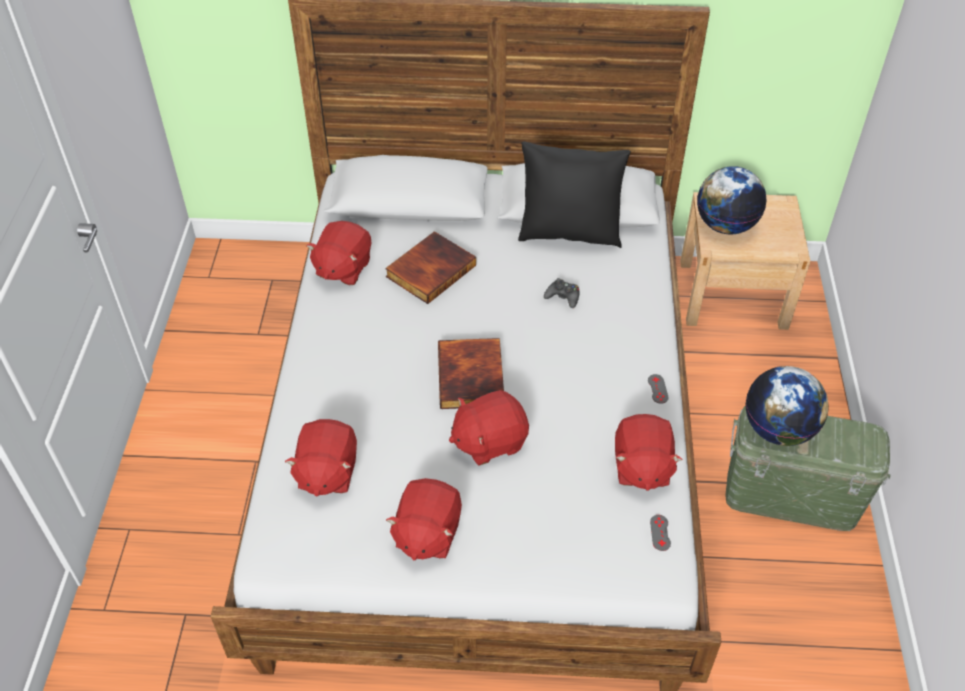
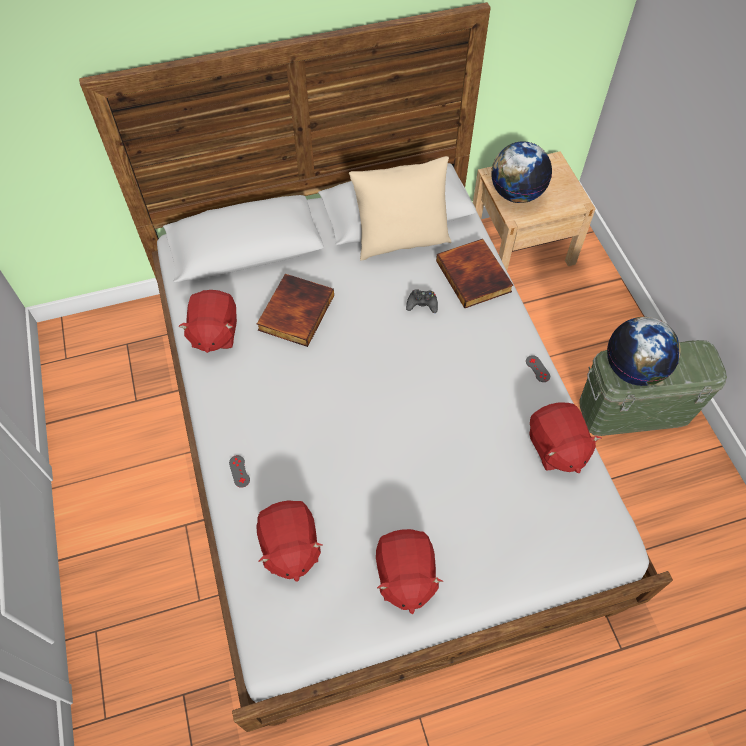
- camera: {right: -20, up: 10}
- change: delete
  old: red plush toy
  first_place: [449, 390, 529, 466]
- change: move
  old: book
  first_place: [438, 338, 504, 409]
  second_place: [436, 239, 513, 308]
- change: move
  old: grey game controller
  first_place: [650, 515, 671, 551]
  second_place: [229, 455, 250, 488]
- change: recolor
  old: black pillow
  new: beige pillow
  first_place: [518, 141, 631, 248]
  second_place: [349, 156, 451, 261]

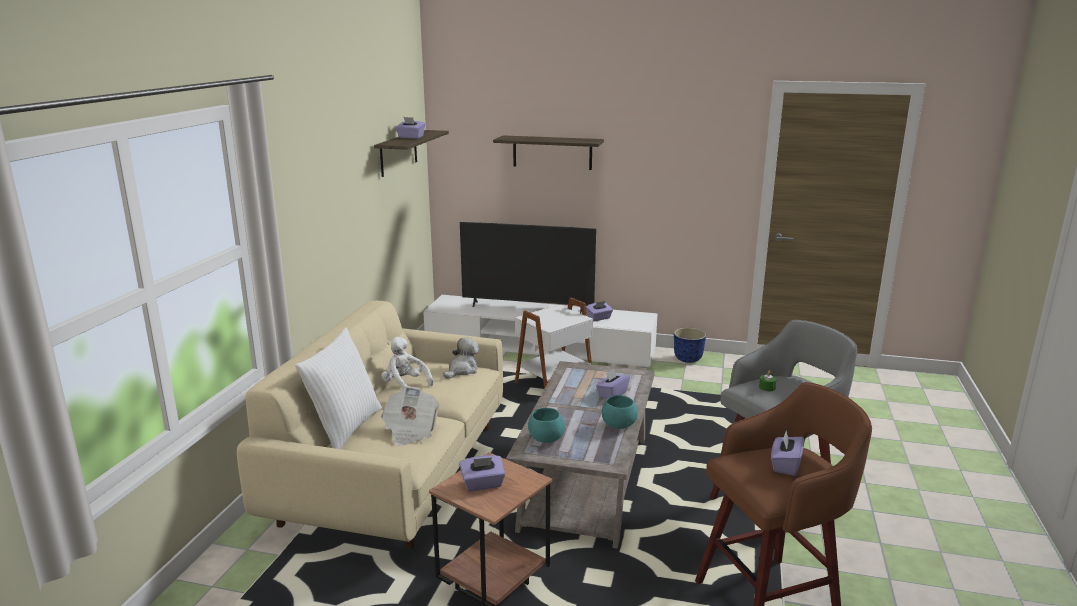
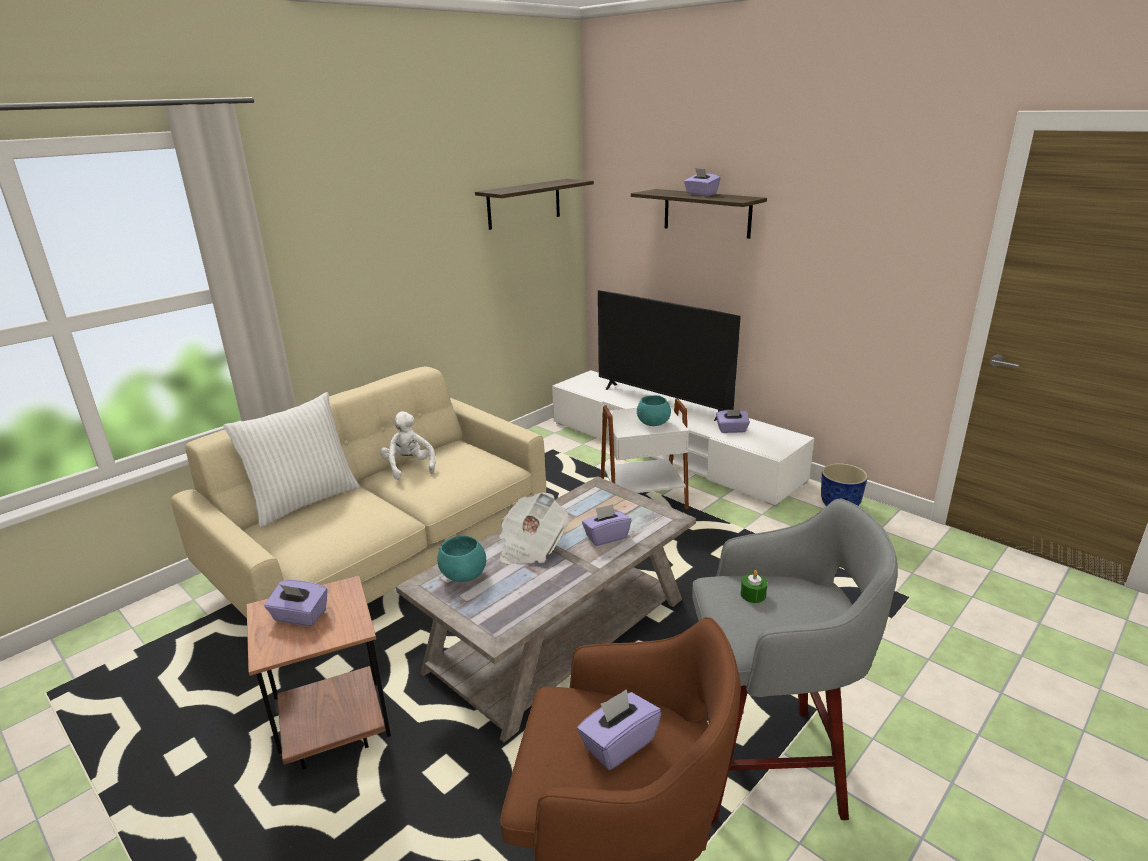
- camera: {right: 30, up: 5}
- change: delete
  old: plush toy
  first_place: [443, 337, 479, 379]
- change: move
  old: newspaper
  first_place: [381, 387, 439, 446]
  second_place: [499, 492, 569, 564]
- change: move
  old: purple tissue box
  first_place: [395, 117, 425, 139]
  second_place: [684, 168, 721, 196]
- change: move
  old: turquoise bowl
  first_place: [602, 395, 638, 429]
  second_place: [637, 395, 671, 426]

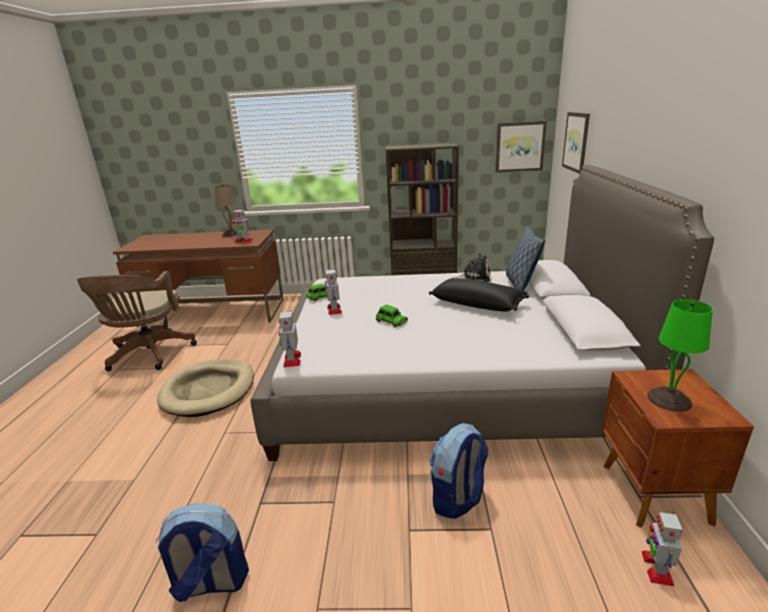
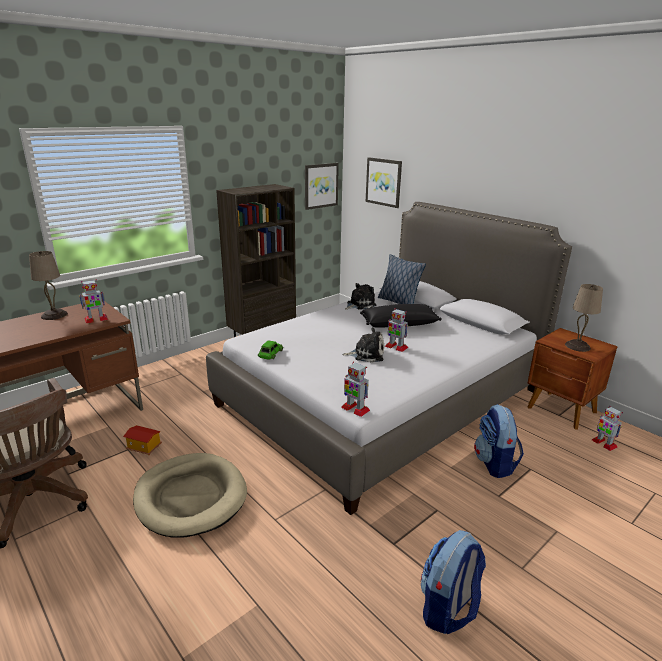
- camera: {right: -45, up: 0}
- change: insert
  new: toy house
  second_place: [123, 425, 162, 455]
- change: move
  old: toy robot
  first_place: [324, 268, 342, 315]
  second_place: [385, 308, 408, 352]
- change: replace
  old: green toy car
  new: plush toy
  first_place: [376, 305, 408, 327]
  second_place: [342, 327, 384, 363]
- change: recolor
  old: green table lamp
  new: beige table lamp
  first_place: [647, 299, 713, 412]
  second_place: [565, 284, 603, 352]

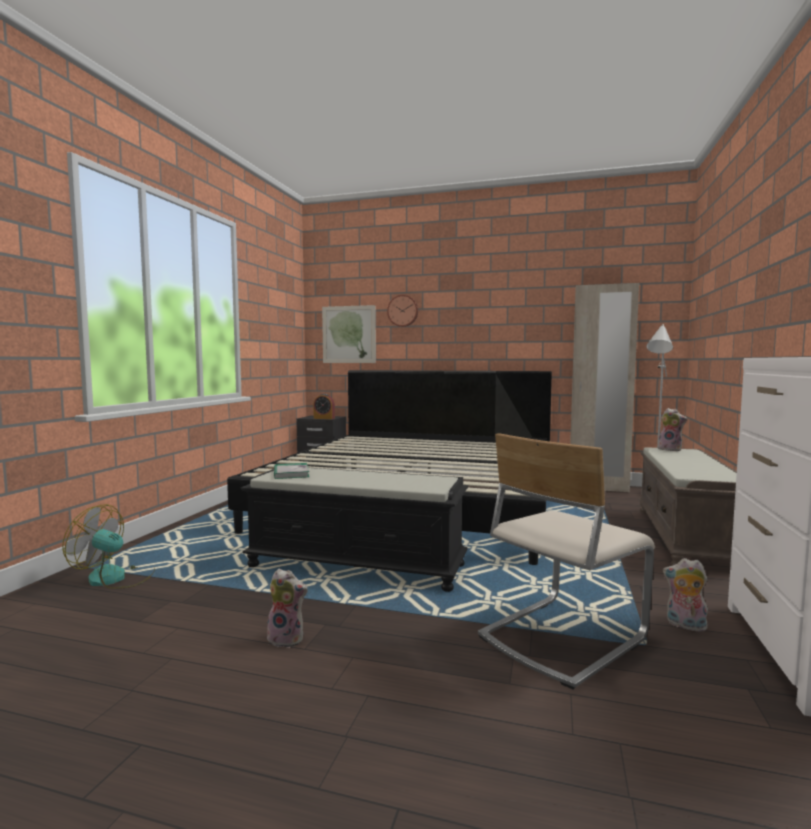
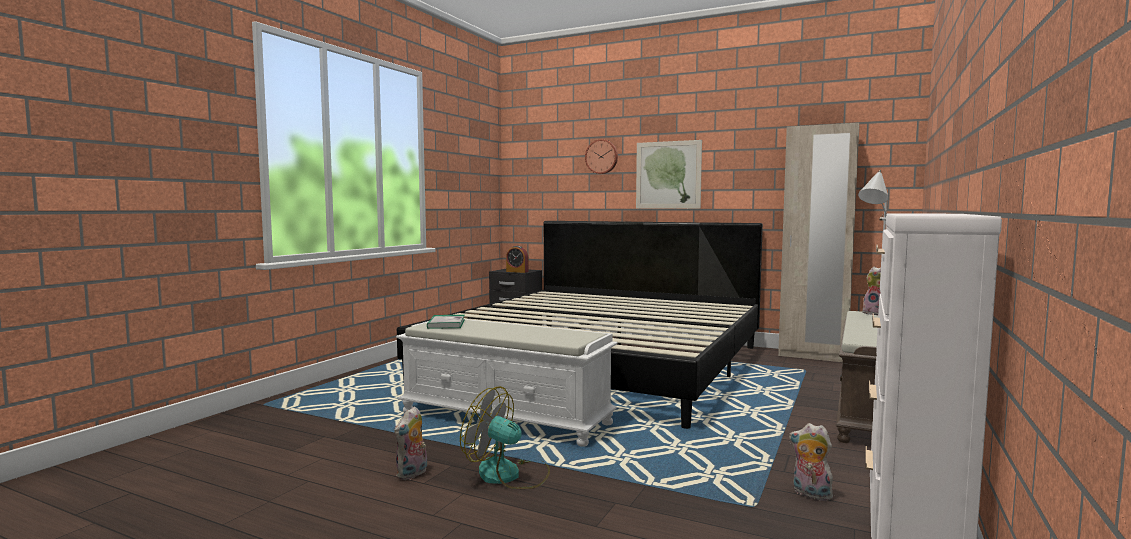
- camera: {right: 10, up: 0}
- change: delete
  old: beige chair
  first_place: [478, 433, 655, 690]
- change: move
  old: fan
  first_place: [62, 504, 155, 589]
  second_place: [460, 386, 550, 489]
- change: move
  old: picture
  first_place: [322, 305, 376, 363]
  second_place: [636, 140, 702, 209]
- change: recolor
  old: black bench
  new: white bench
  first_place: [240, 468, 468, 592]
  second_place: [396, 319, 618, 447]
- change: rotate
  old: plush toy
  first_place: [265, 569, 307, 648]
  second_place: [394, 406, 427, 480]
  degrees: 90

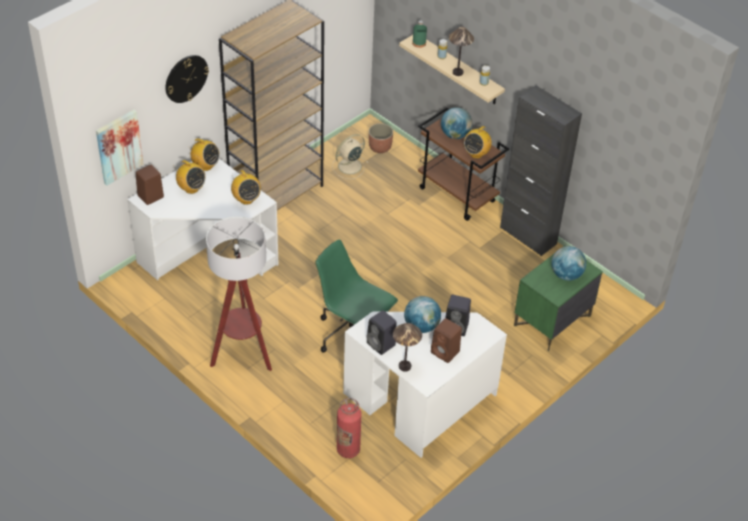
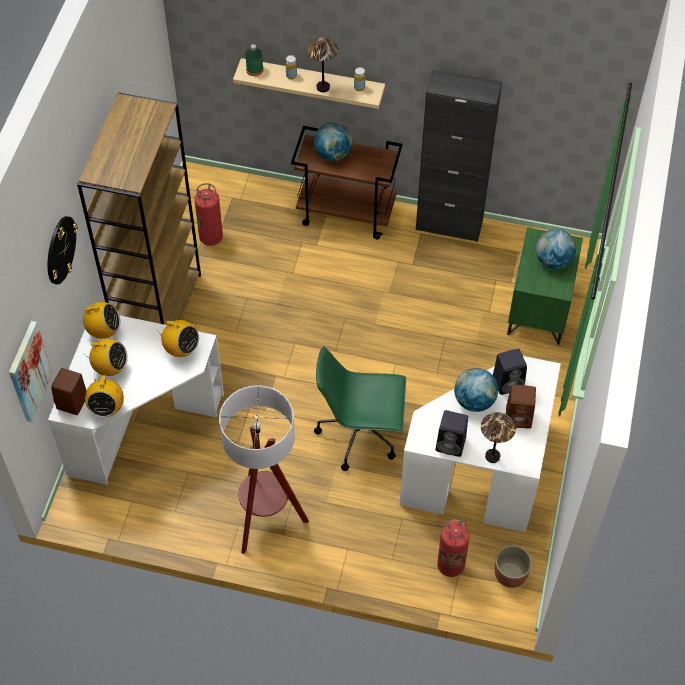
- camera: {right: -30, up: 10}
- change: move
  old: planter
  first_place: [369, 123, 393, 153]
  second_place: [495, 545, 532, 588]
- change: move
  old: radio
  first_place: [464, 124, 492, 159]
  second_place: [85, 372, 124, 417]
- change: replace
  old: beige fan
  new: fire extinguisher
  first_place: [332, 134, 369, 179]
  second_place: [194, 183, 223, 246]

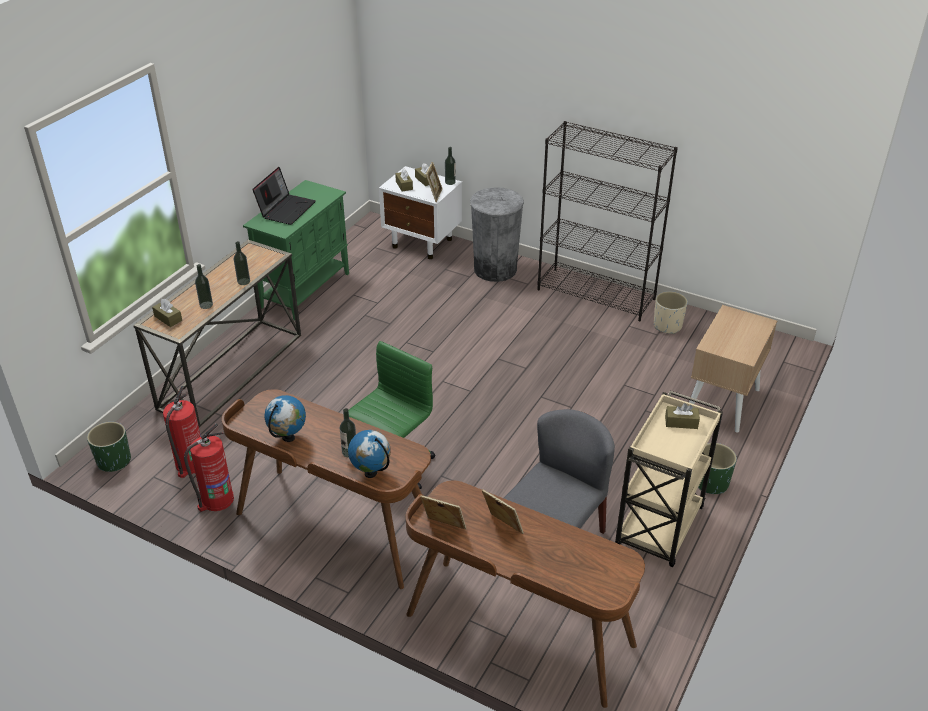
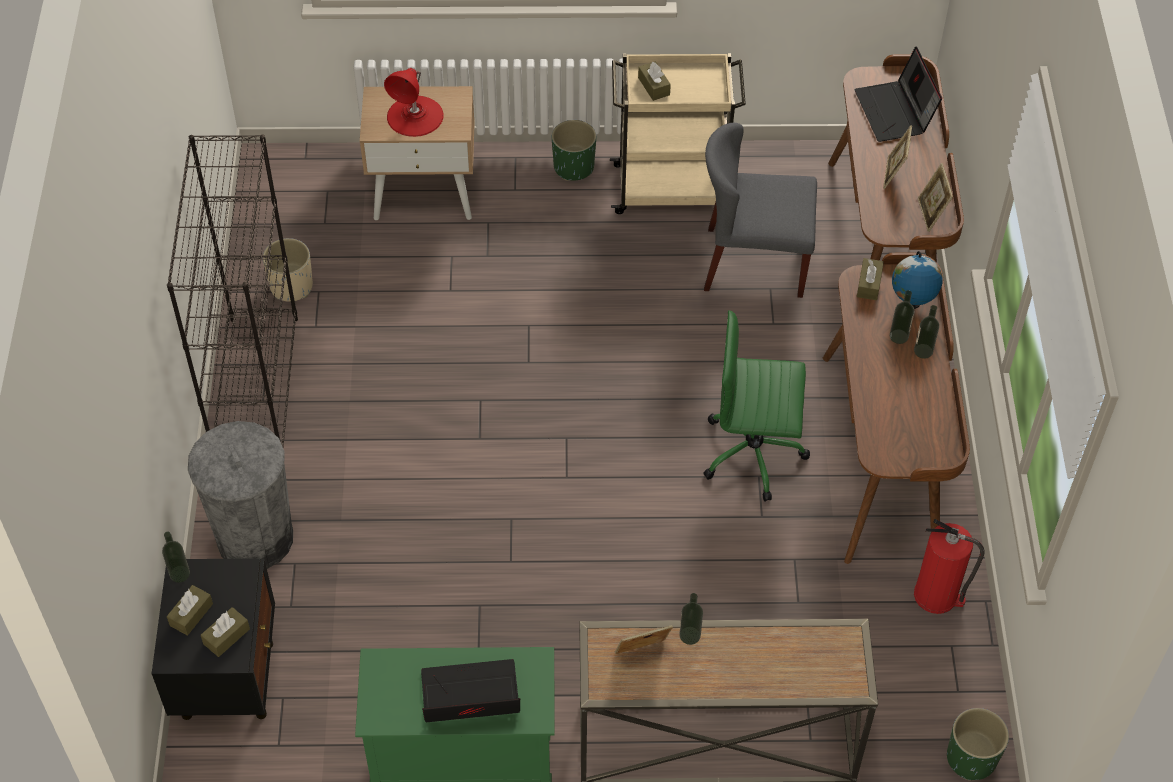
- camera: {right: -120, up: 15}
- change: delete
  old: fire extinguisher
  first_place: [163, 386, 201, 478]
- change: delete
  old: globe
  first_place: [264, 395, 306, 442]
- change: insert
  new: red table lamp
  second_place: [384, 68, 444, 137]
- change: insert
  new: laptop
  second_place: [854, 46, 942, 142]
- change: move
  old: brown tissue box
  first_place: [152, 299, 182, 327]
  second_place: [857, 258, 884, 300]
- change: move
  old: bottle
  first_place: [195, 264, 213, 309]
  second_place: [914, 305, 939, 359]
- change: move
  old: picture frame
  first_place: [426, 162, 443, 202]
  second_place: [615, 625, 673, 654]
- change: recolor
  old: white nightstand
  new: black nightstand
  first_place: [379, 166, 462, 259]
  second_place: [152, 558, 275, 720]

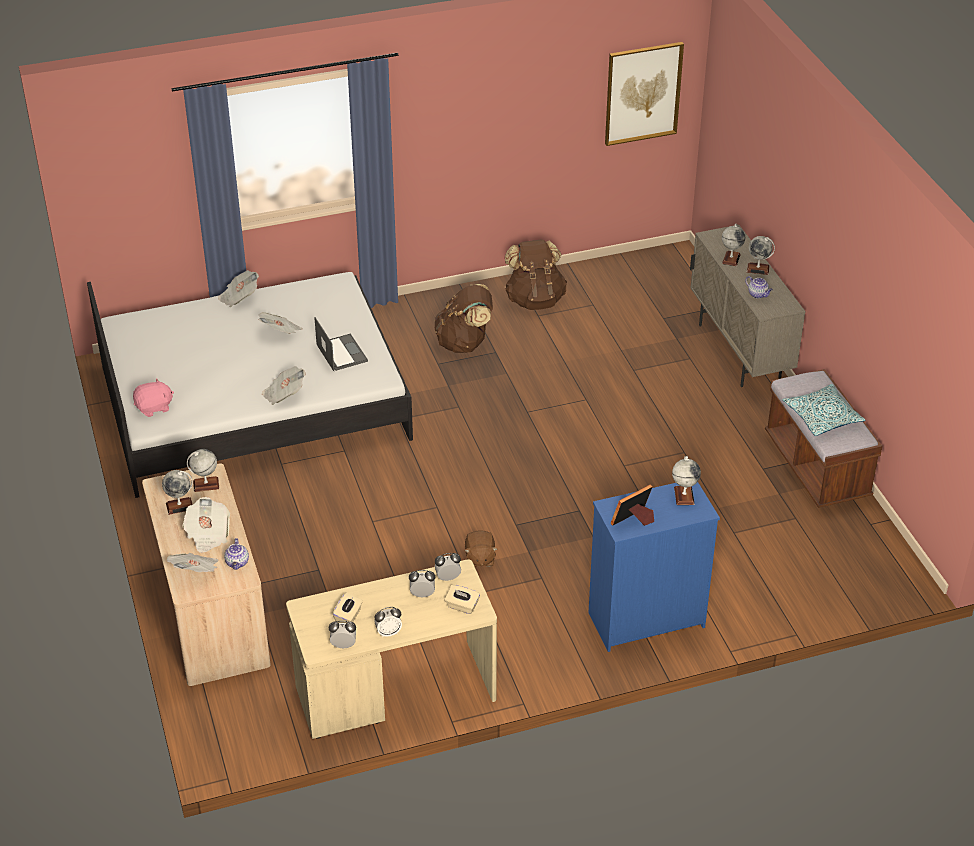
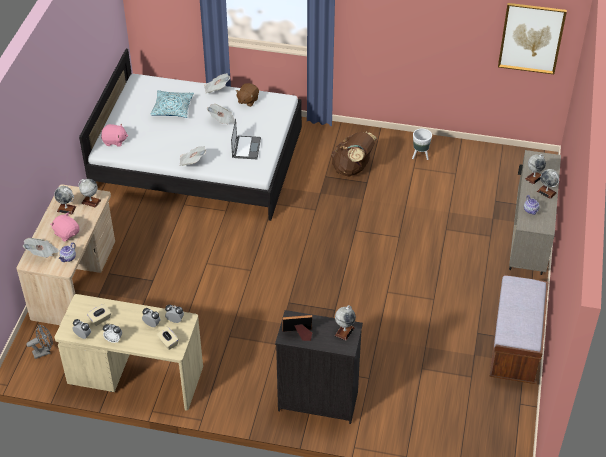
- camera: {right: 30, up: 5}
- change: insert
  new: grey fan
  second_place: [26, 324, 53, 359]
- change: move
  old: brown plush toy
  first_place: [465, 530, 497, 567]
  second_place: [236, 83, 259, 107]
- change: move
  old: pillow
  first_place: [782, 384, 866, 436]
  second_place: [150, 90, 194, 118]
- change: replace
  old: newspaper
  new: pink plush toy
  first_place: [182, 497, 230, 553]
  second_place: [50, 212, 79, 242]
- change: replace
  old: brown backpack
  new: white planter
  first_place: [505, 240, 567, 310]
  second_place: [412, 129, 432, 160]
- change: recolor
  old: blue dresser
  new: black dresser
  first_place: [588, 482, 720, 652]
  second_place: [275, 310, 363, 424]

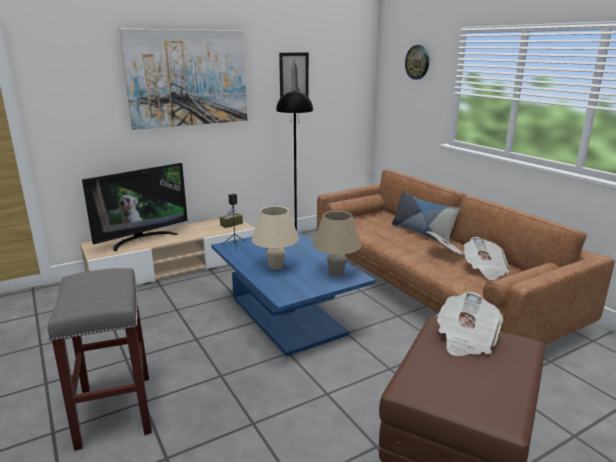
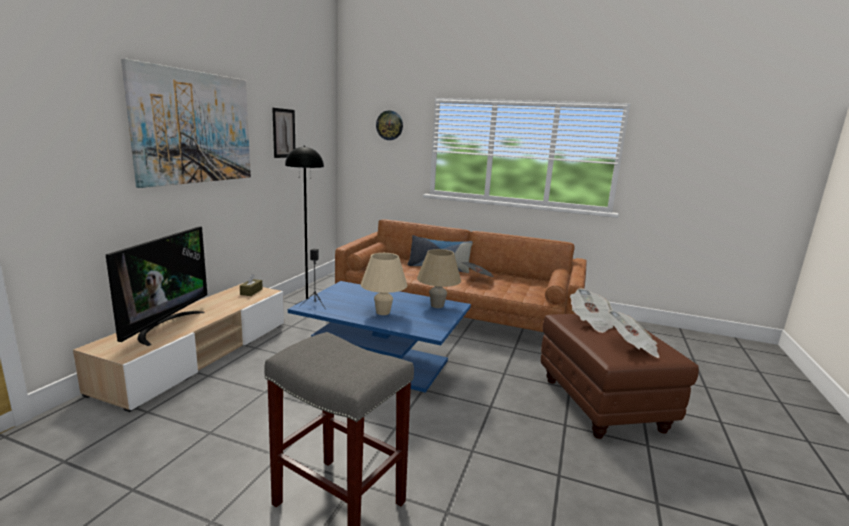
- camera: {right: -40, up: -5}
- change: move
  old: newspaper
  first_place: [464, 237, 510, 280]
  second_place: [608, 310, 659, 358]

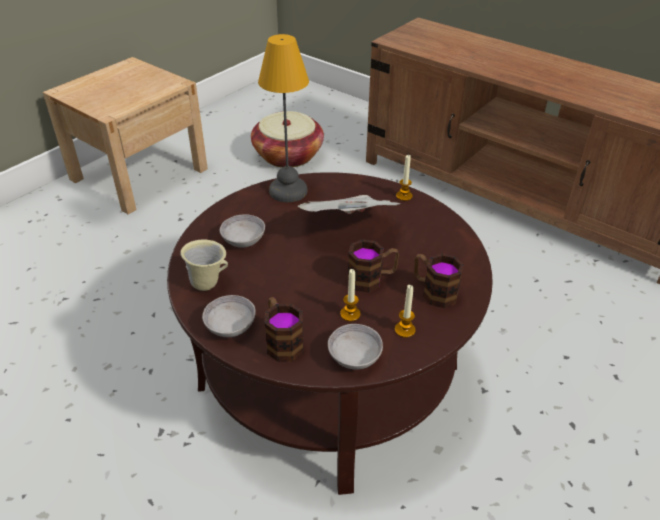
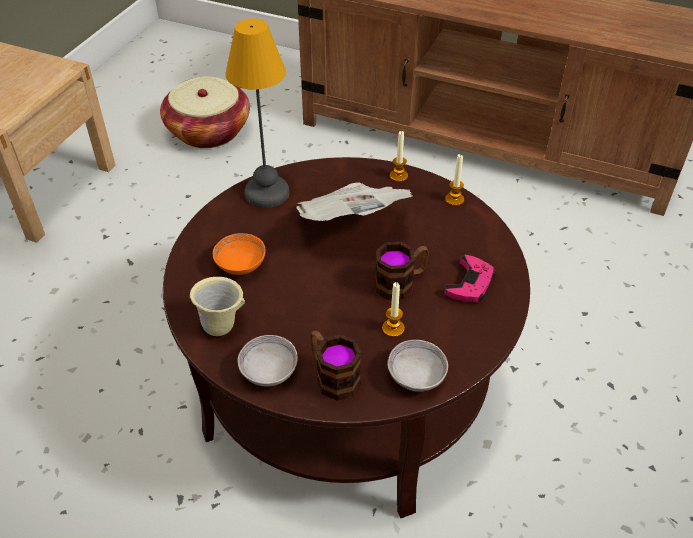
- camera: {right: -15, up: 5}
- change: move
  old: candle
  first_place: [395, 285, 416, 338]
  second_place: [445, 154, 464, 206]
- change: replace
  old: mug
  new: pink game controller
  first_place: [414, 253, 464, 308]
  second_place: [444, 255, 496, 302]
- change: recolor
  old: grey bowl
  new: orange bowl
  first_place: [220, 214, 265, 248]
  second_place: [213, 233, 266, 275]

